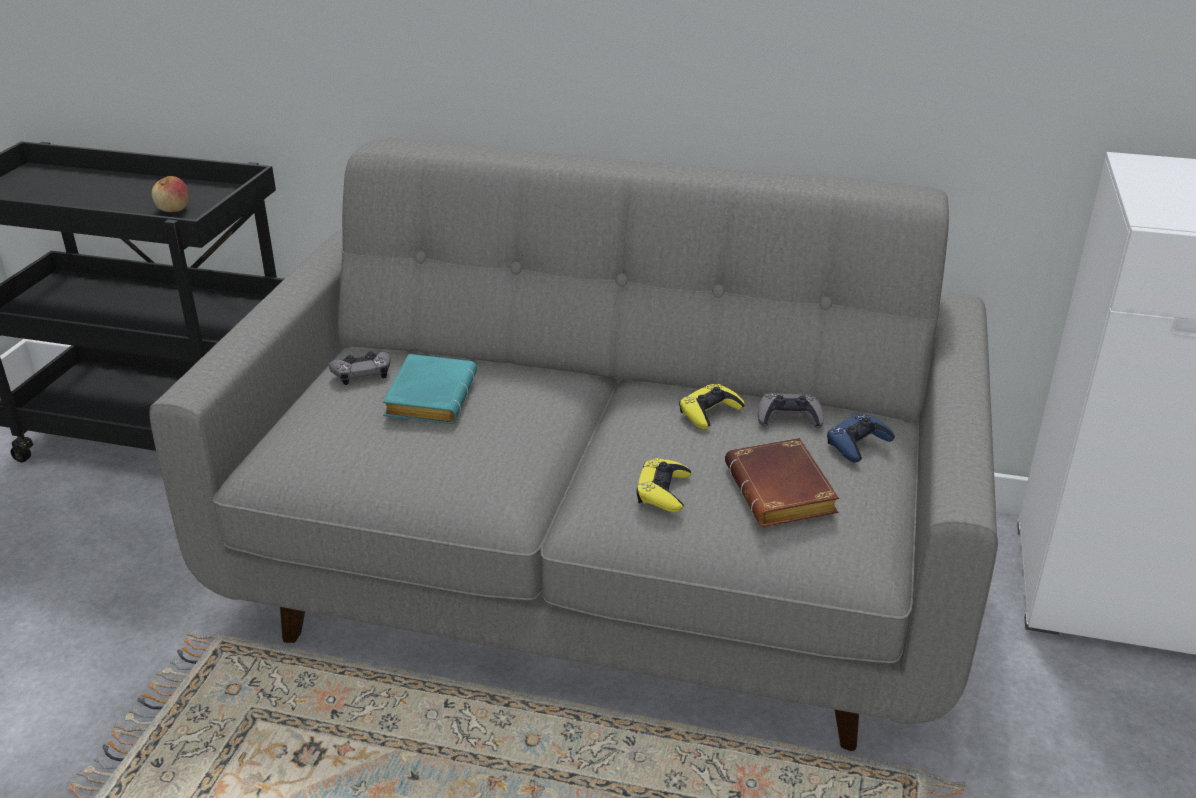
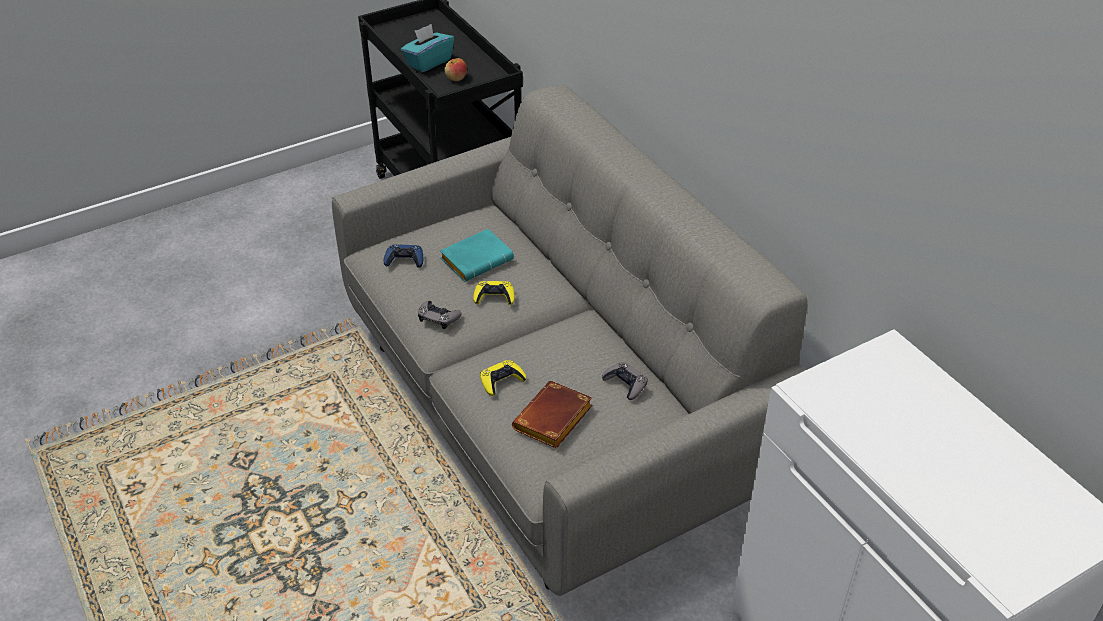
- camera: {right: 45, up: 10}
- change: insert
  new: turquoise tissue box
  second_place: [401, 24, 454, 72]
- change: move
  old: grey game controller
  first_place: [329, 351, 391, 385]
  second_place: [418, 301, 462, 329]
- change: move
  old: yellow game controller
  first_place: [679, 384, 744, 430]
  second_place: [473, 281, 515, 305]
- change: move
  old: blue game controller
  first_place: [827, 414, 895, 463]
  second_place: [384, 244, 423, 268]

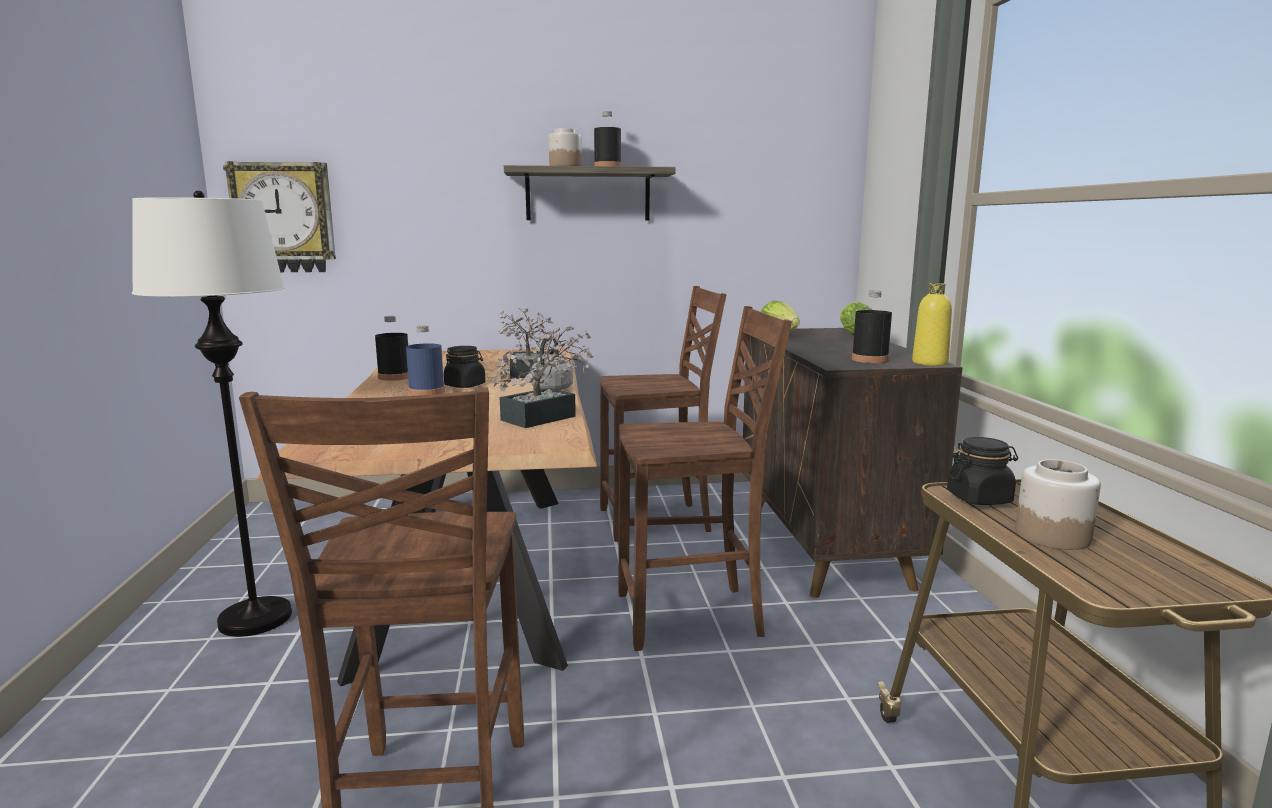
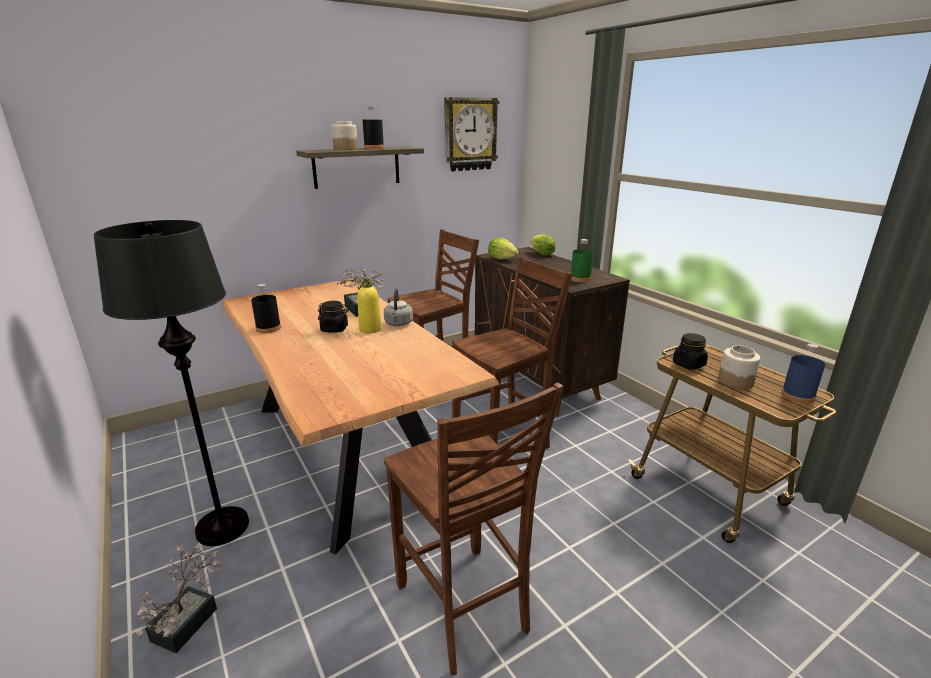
- camera: {right: -25, up: 10}
- change: move
  old: wall clock
  first_place: [223, 161, 336, 273]
  second_place: [444, 97, 499, 171]
- change: move
  old: blue bottle
  first_place: [406, 325, 445, 396]
  second_place: [781, 344, 825, 404]
- change: move
  old: potted plant
  first_place: [492, 325, 594, 428]
  second_place: [136, 542, 224, 653]
- change: move
  old: yellow bottle
  first_place: [912, 283, 952, 366]
  second_place: [357, 279, 382, 333]
- change: recolor
  old: white floor lamp
  new: black floor lamp
  first_place: [132, 191, 292, 637]
  second_place: [94, 220, 249, 546]
- change: recolor
  old: black bottle
  new: green bottle
  first_place: [852, 291, 892, 363]
  second_place: [571, 239, 594, 282]

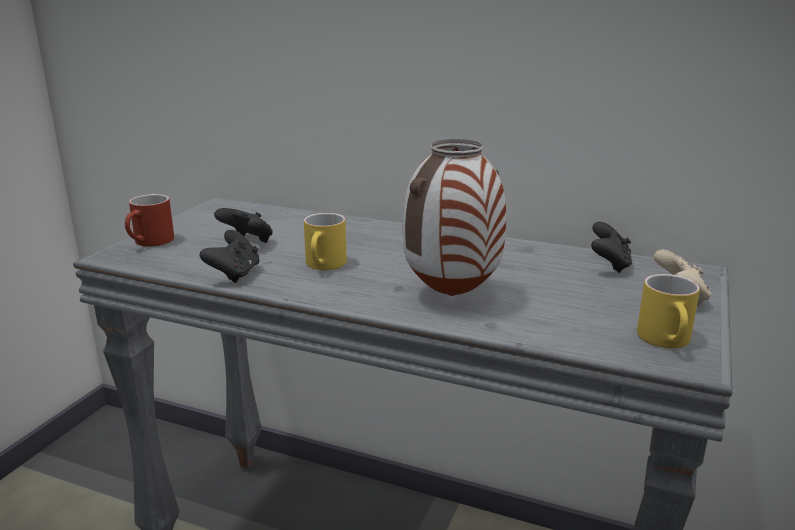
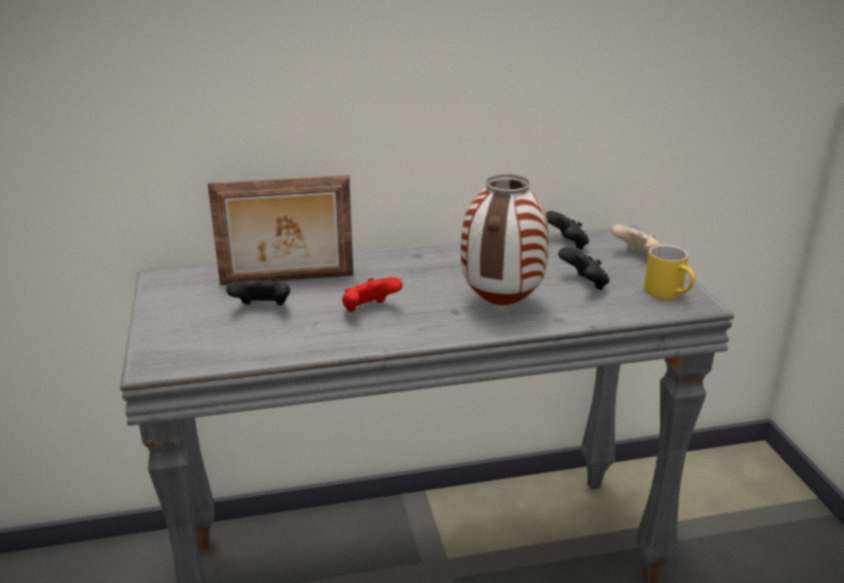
- camera: {right: -35, up: 5}
- change: delete
  old: red mug
  first_place: [125, 194, 174, 247]
- change: insert
  new: picture frame
  second_place: [208, 175, 353, 285]
- change: move
  old: black game controller
  first_place: [200, 230, 260, 283]
  second_place: [558, 247, 610, 290]
- change: replace
  old: yellow mug
  new: red game controller
  first_place: [304, 213, 347, 270]
  second_place: [342, 277, 403, 312]

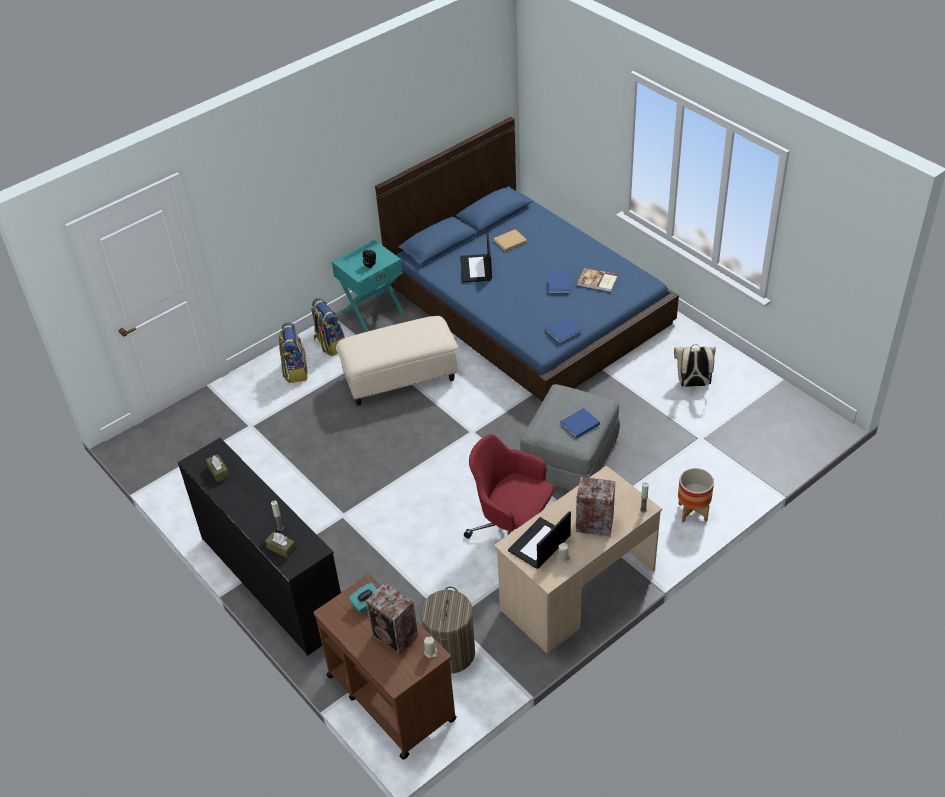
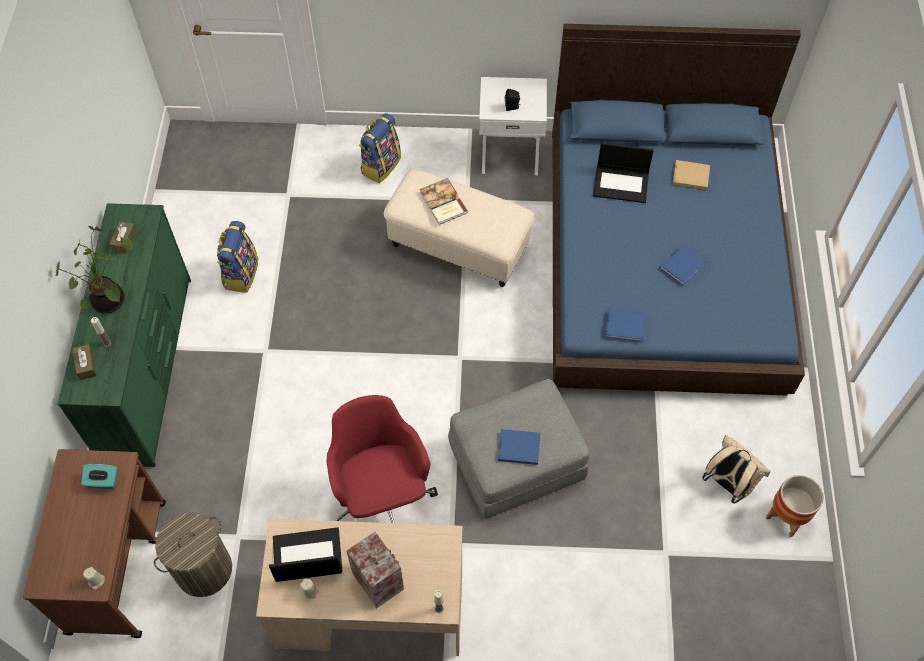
- camera: {right: 40, up: 15}
- change: delete
  old: speaker
  first_place: [366, 583, 418, 654]
- change: insert
  new: potted plant
  second_place: [55, 226, 133, 314]
- change: move
  old: backpack
  first_place: [311, 298, 345, 356]
  second_place: [217, 221, 258, 293]
- change: move
  old: book
  first_place: [577, 268, 618, 292]
  second_place: [419, 178, 468, 225]
- change: move
  old: planter
  first_place: [678, 468, 714, 523]
  second_place: [766, 475, 823, 537]
- change: recolor
  old: black dresser
  new: green dresser
  first_place: [178, 438, 341, 656]
  second_place: [58, 203, 191, 467]
- change: recolor
  old: turquoise nightstand
  new: white nightstand
  first_place: [332, 239, 404, 332]
  second_place: [479, 77, 547, 175]
- change: rotate
  old: laptop
  first_place: [460, 232, 492, 283]
  second_place: [593, 143, 654, 203]
  degrees: -120

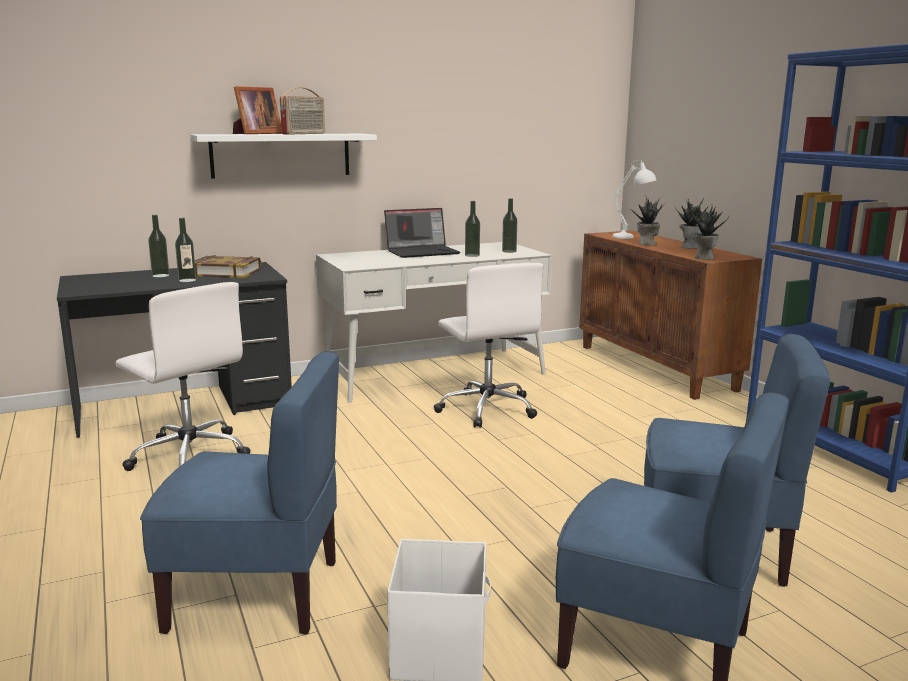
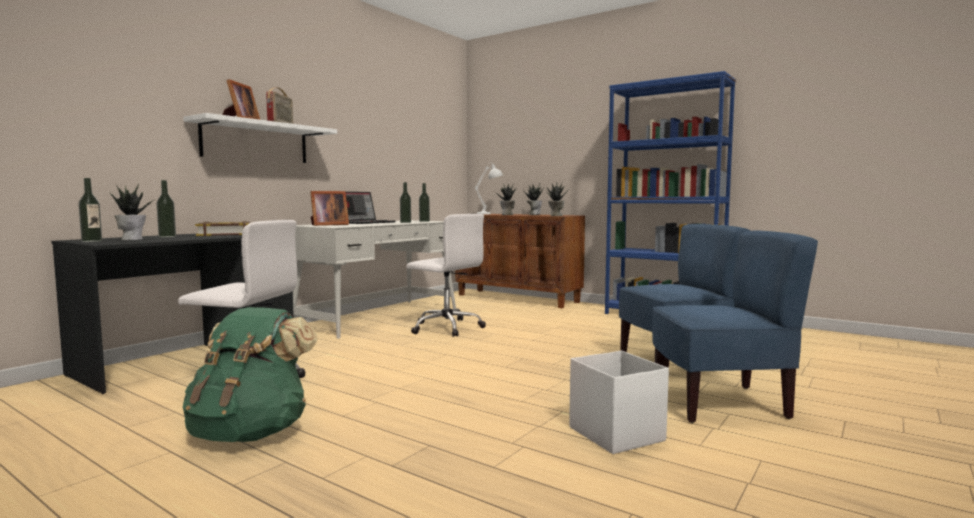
- camera: {right: -30, up: -10}
- change: delete
  old: blue chair
  first_place: [140, 351, 339, 635]
- change: insert
  new: potted plant
  second_place: [110, 184, 156, 240]
- change: insert
  new: green backpack
  second_place: [183, 307, 317, 442]
- change: insert
  new: picture frame
  second_place: [310, 191, 349, 226]
- change: move
  old: bottle
  first_place: [175, 218, 196, 282]
  second_place: [78, 178, 102, 242]

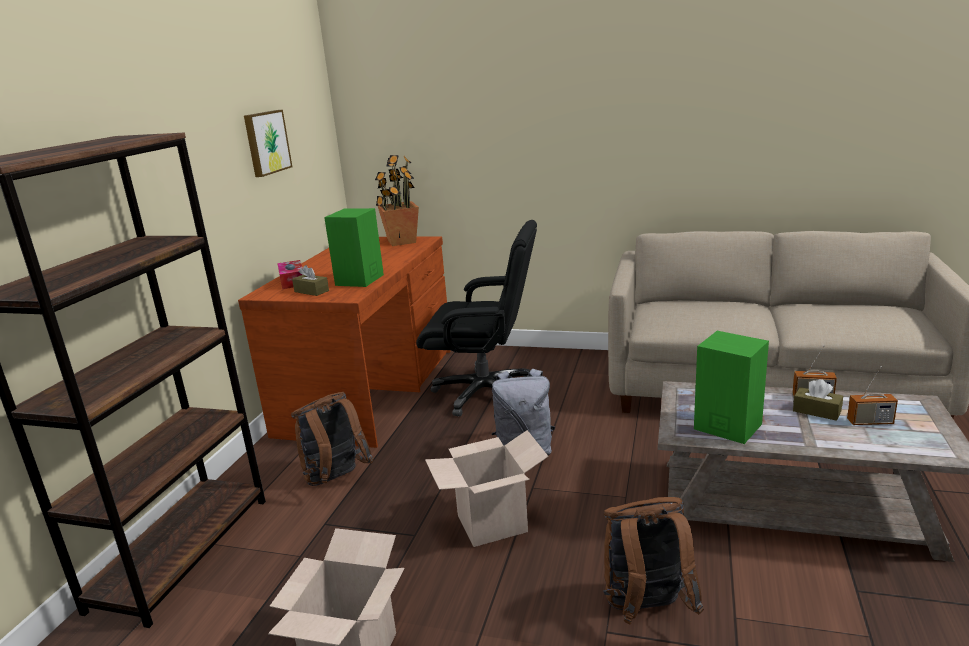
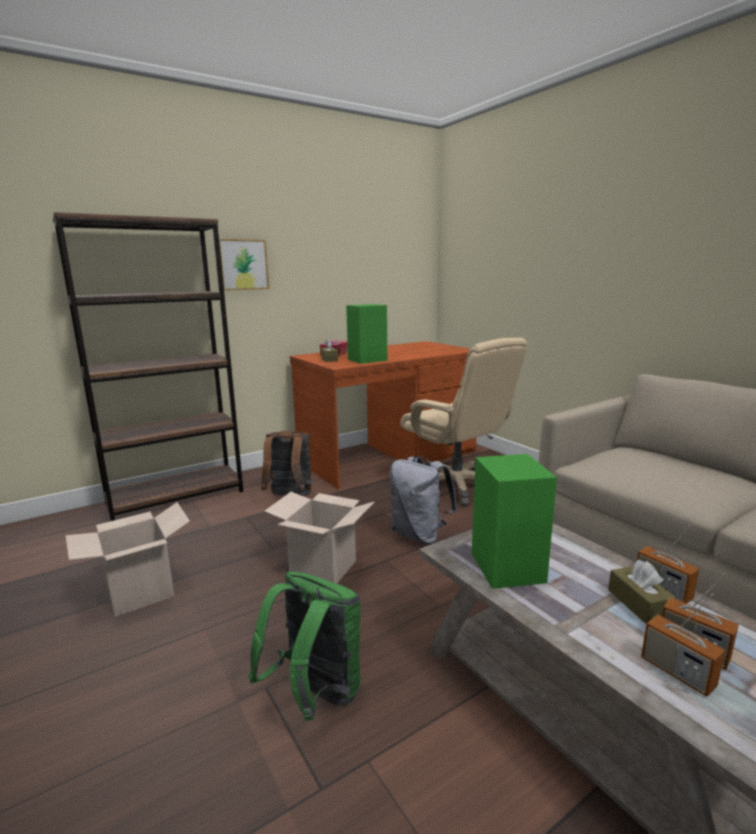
- camera: {right: 40, up: -5}
- change: delete
  old: potted plant
  first_place: [375, 155, 419, 246]
- change: insert
  new: radio
  second_place: [641, 594, 725, 697]
- change: move
  old: picture
  first_place: [244, 110, 292, 177]
  second_place: [219, 239, 269, 290]
- change: recolor
  old: black office chair
  new: beige office chair
  first_place: [416, 220, 537, 416]
  second_place: [401, 338, 527, 506]
- change: recolor
  old: brown backpack
  new: green backpack
  first_place: [603, 497, 704, 624]
  second_place: [248, 571, 361, 721]

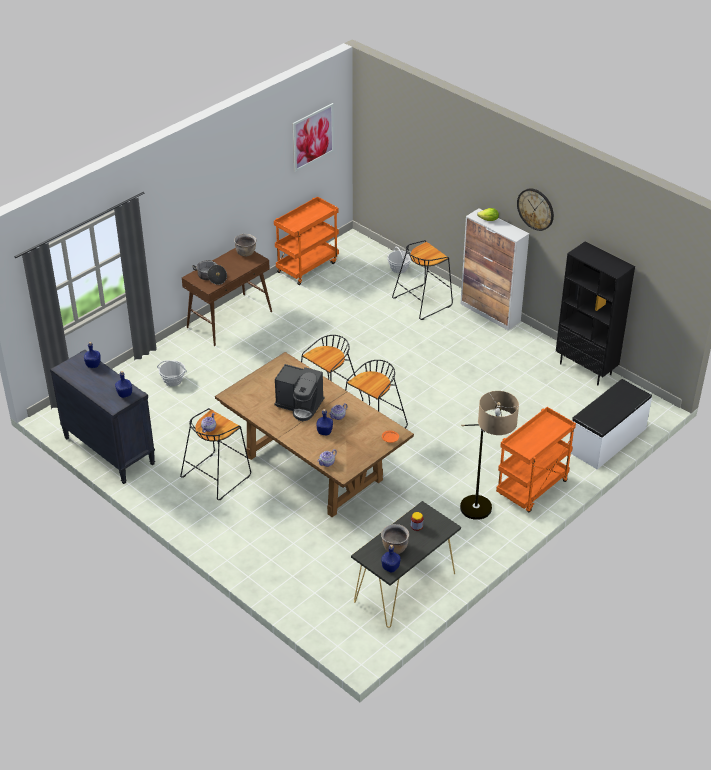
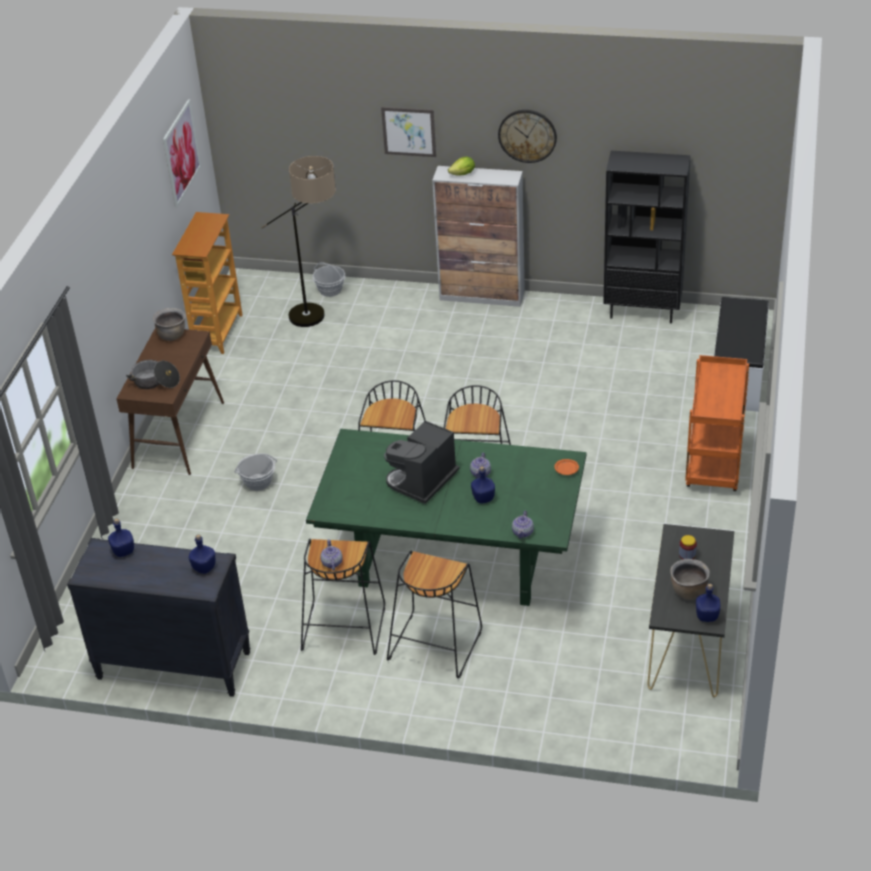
- camera: {right: -30, up: 0}
- change: insert
  new: picture
  second_place: [381, 107, 436, 157]
- change: move
  old: basket
  first_place: [157, 360, 187, 386]
  second_place: [234, 453, 277, 491]
- change: move
  old: black stool
  first_place: [392, 240, 453, 320]
  second_place: [387, 550, 482, 678]
- change: move
  old: floor lamp
  first_place: [460, 391, 519, 520]
  second_place: [261, 156, 336, 327]
- change: replace
  old: orange cart
  new: bookcase
  first_place: [274, 196, 339, 285]
  second_place: [172, 212, 243, 354]
- change: recolor
  old: brown dining table
  new: green dining table
  first_place: [215, 352, 414, 517]
  second_place: [306, 429, 586, 606]
- change: rotate
  old: coffee machine
  first_place: [274, 364, 324, 421]
  second_place: [384, 420, 460, 504]
  degrees: 135

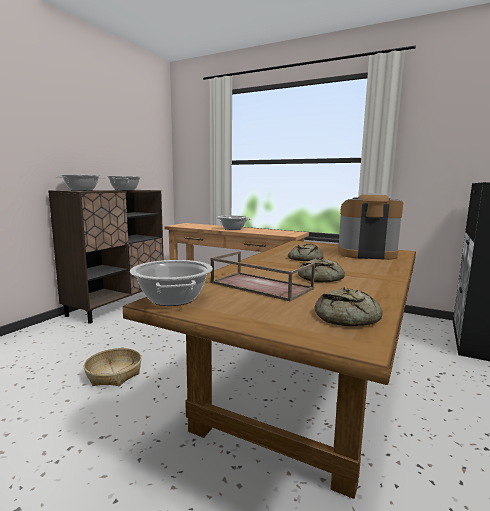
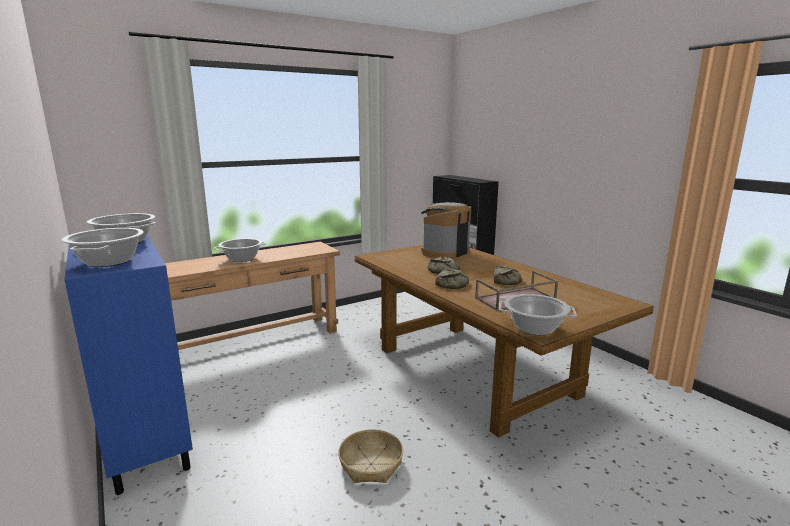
- camera: {right: -60, up: 5}
- change: move
  old: bread
  first_place: [315, 287, 383, 326]
  second_place: [435, 269, 469, 289]
- change: recolor
  old: brown cabinet
  new: blue cabinet
  first_place: [48, 190, 164, 324]
  second_place: [65, 234, 193, 495]

